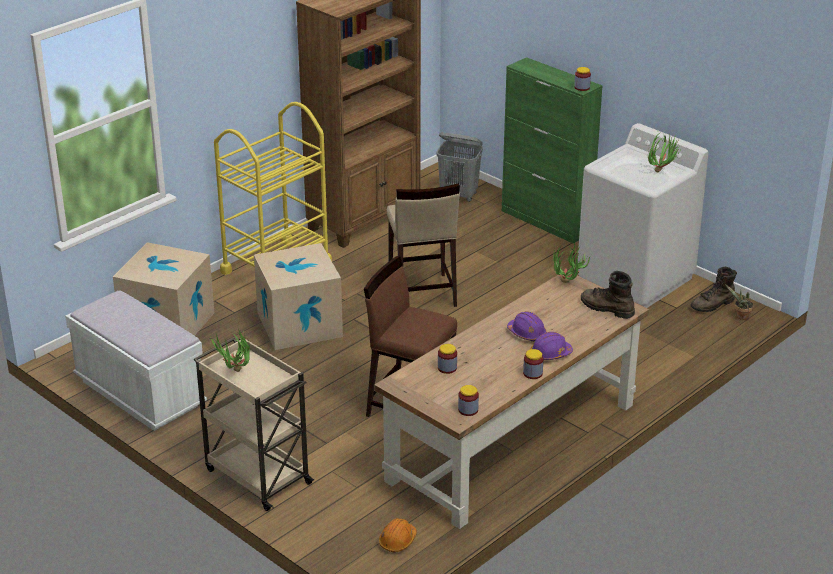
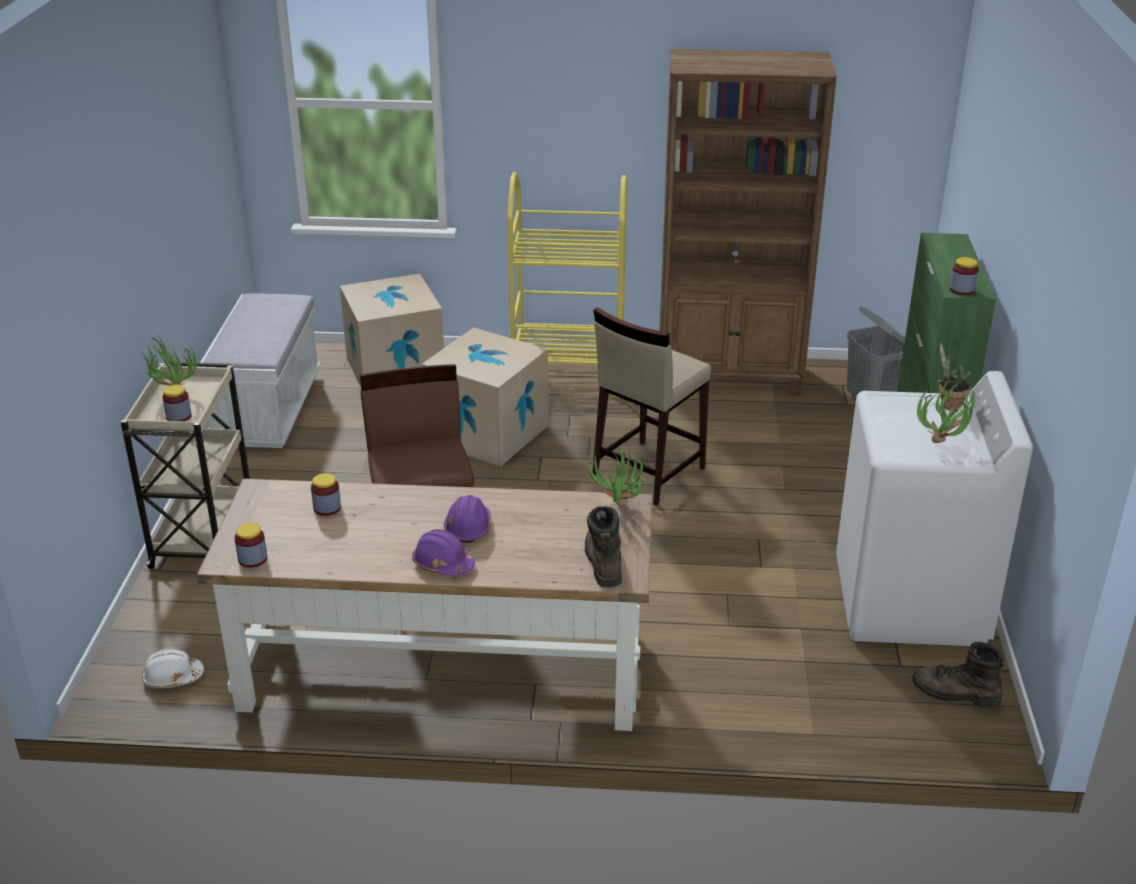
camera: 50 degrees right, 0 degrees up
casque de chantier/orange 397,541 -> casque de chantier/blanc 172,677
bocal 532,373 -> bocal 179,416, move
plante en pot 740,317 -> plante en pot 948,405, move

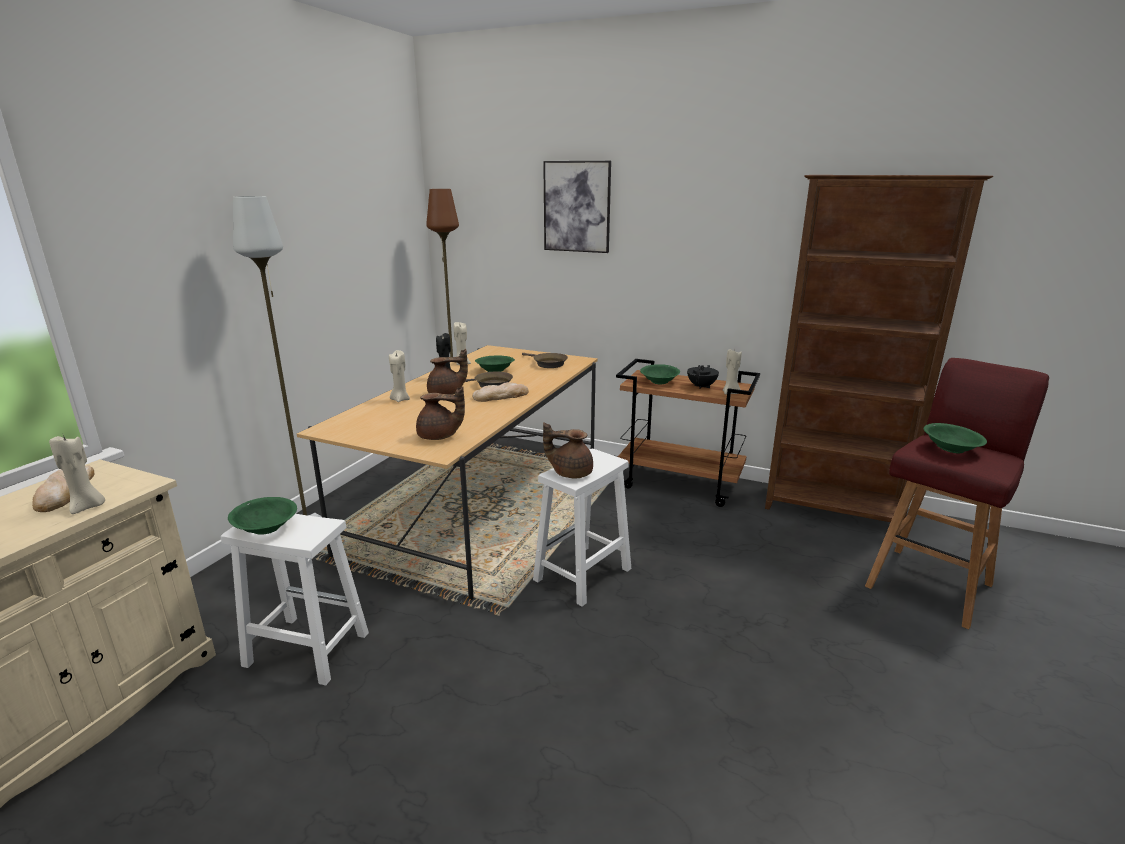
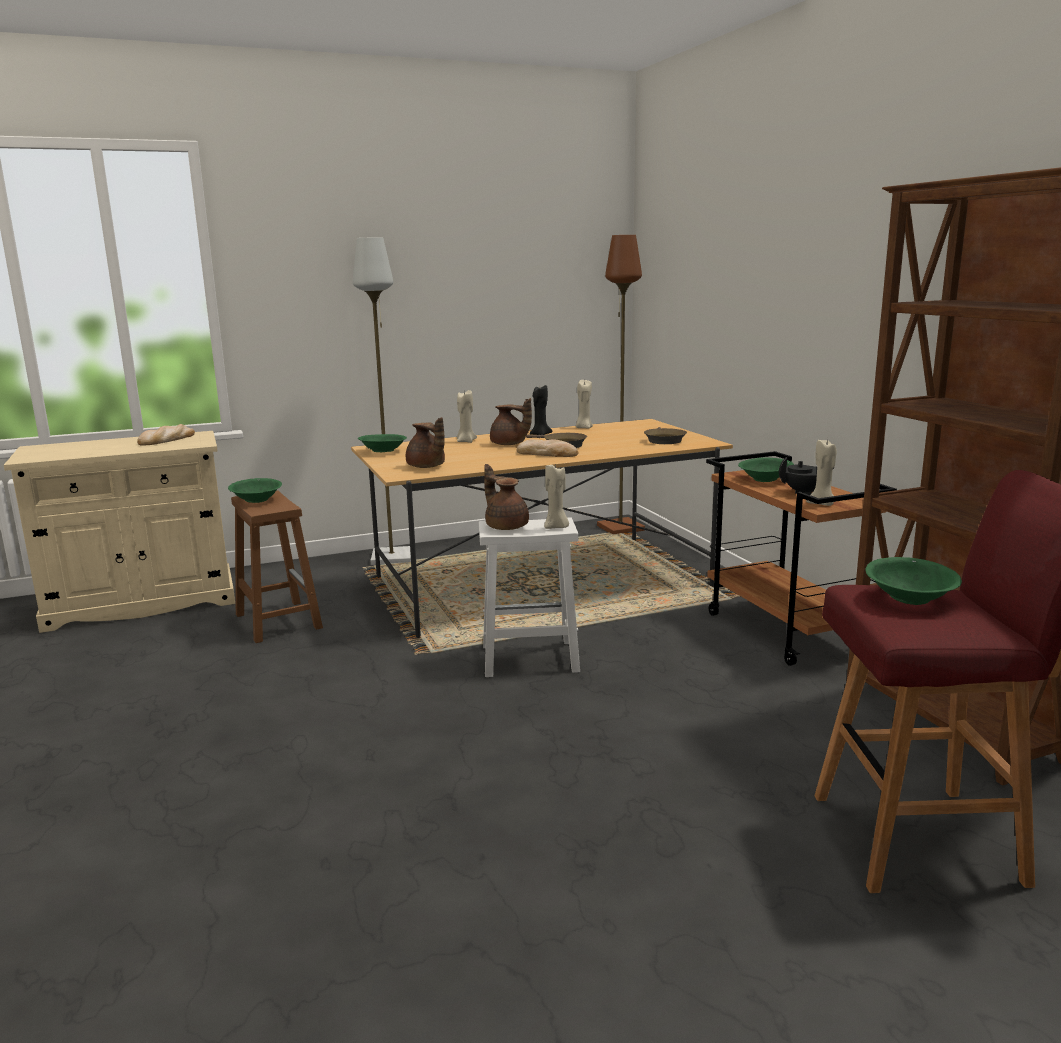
camera: 45 degrees right, 5 degrees down
tabouret/blanc 305,649 -> tabouret/marron 277,621
bol/vert 495,371 -> bol/vert 383,451, move
bougie/beige 87,507 -> bougie/beige 556,527, move
tableau 577,207 -> none

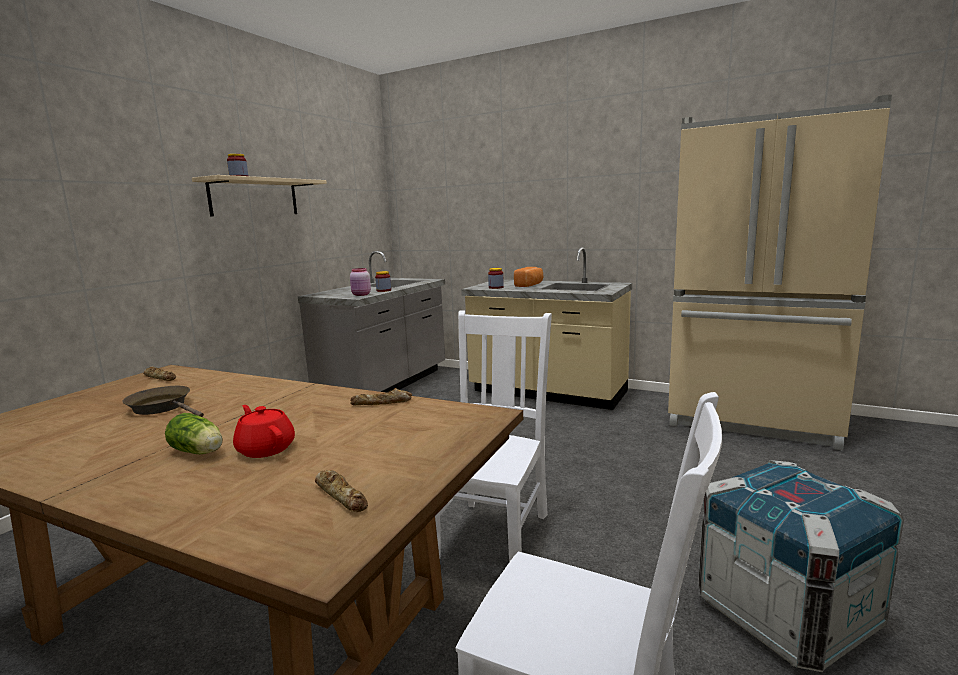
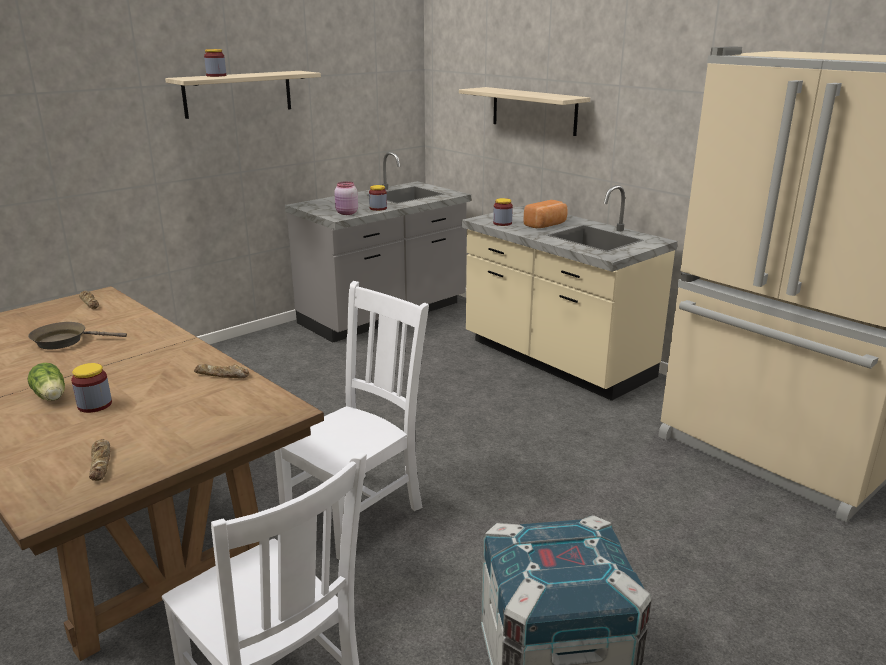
camera: 20 degrees right, 10 degrees up
poêle/marron 163,407 -> poêle/marron 65,341, 60 degrees counterclockwise
théière/rouge 266,449 -> bocal 95,405
none -> étagère 534,110

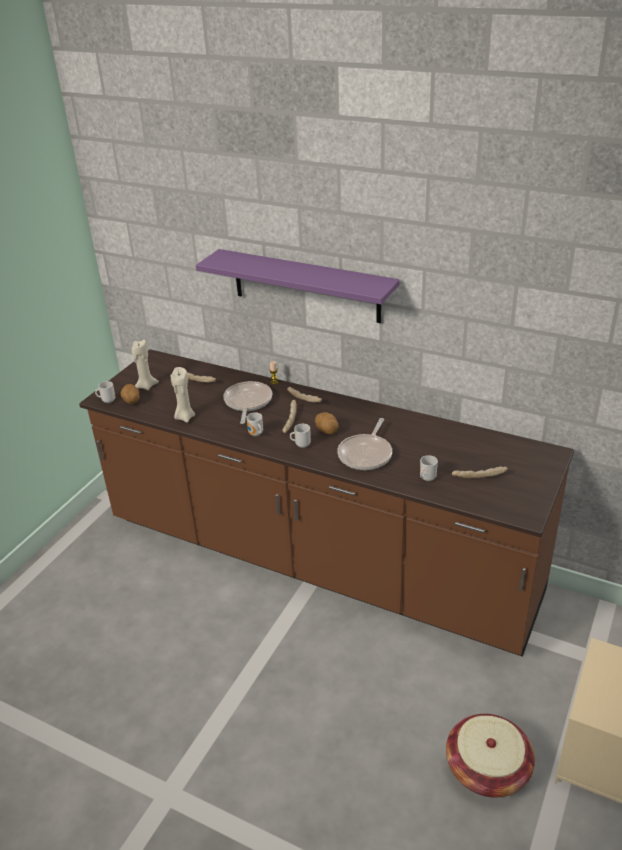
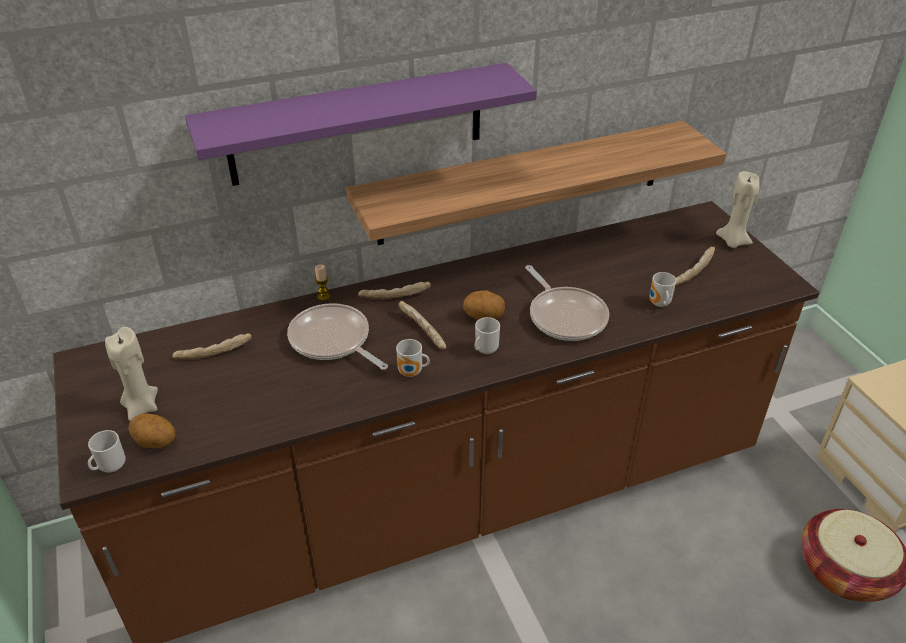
camera: 50 degrees left, 5 degrees up
none -> étagère 523,182
bougie/beige 184,417 -> bougie/beige 732,242, move

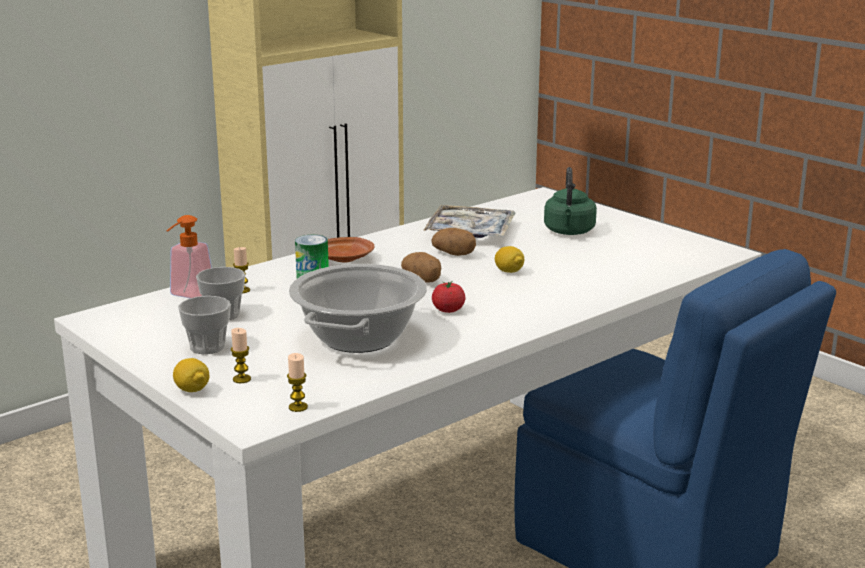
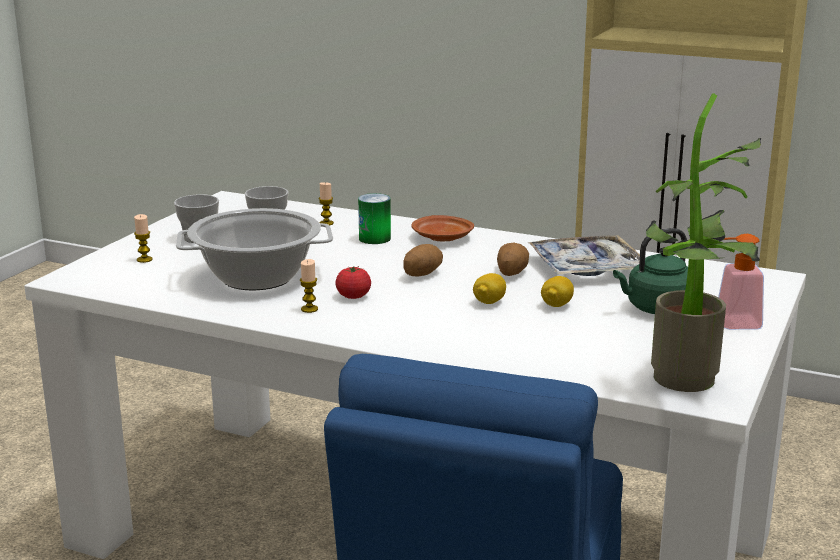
camera: 65 degrees right, 0 degrees up
bougie 298,407 -> bougie 309,309, move
citron 192,390 -> citron 556,305, move
none -> plante en pot 691,382
distributeur de savon 188,295 -> distributeur de savon 729,323, move

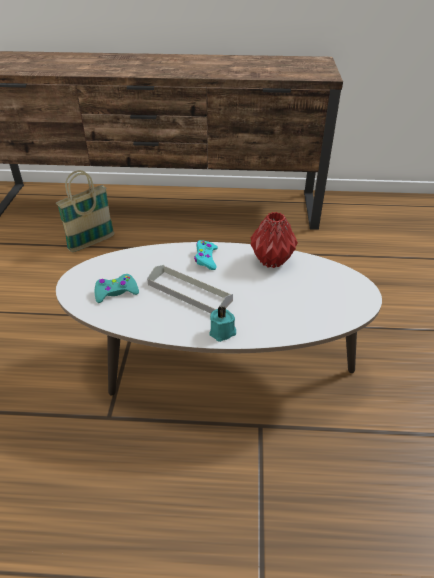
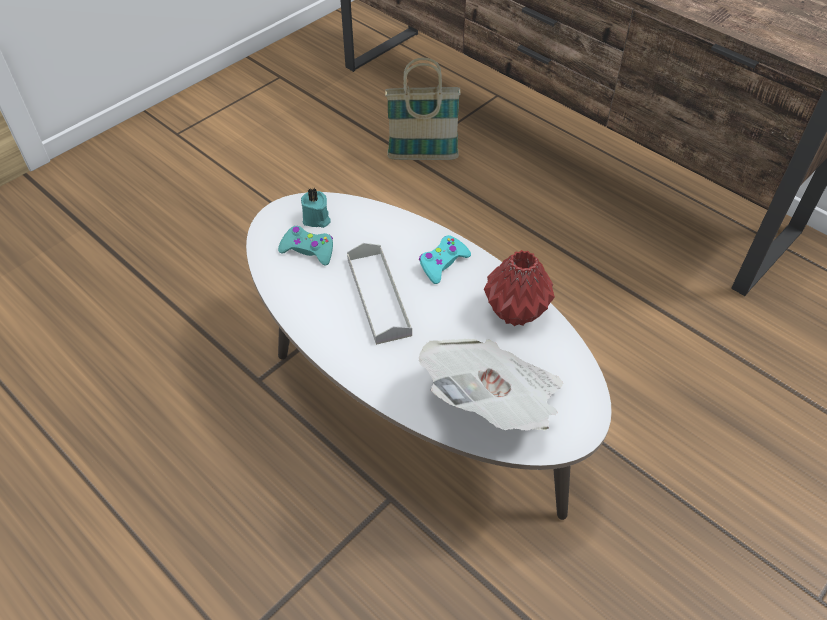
camera: 40 degrees right, 10 degrees up
bougie/turquoise 223,332 -> bougie/turquoise 316,219, move
none -> journal 494,402

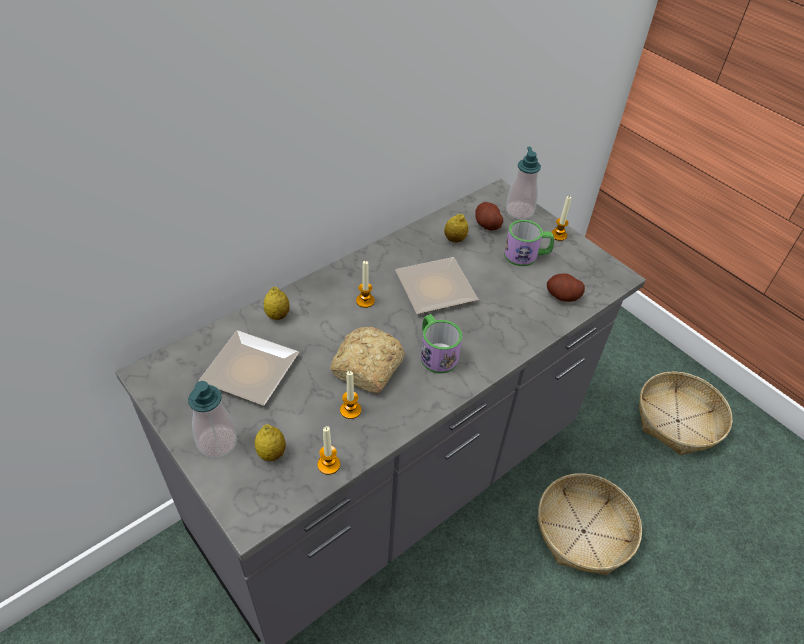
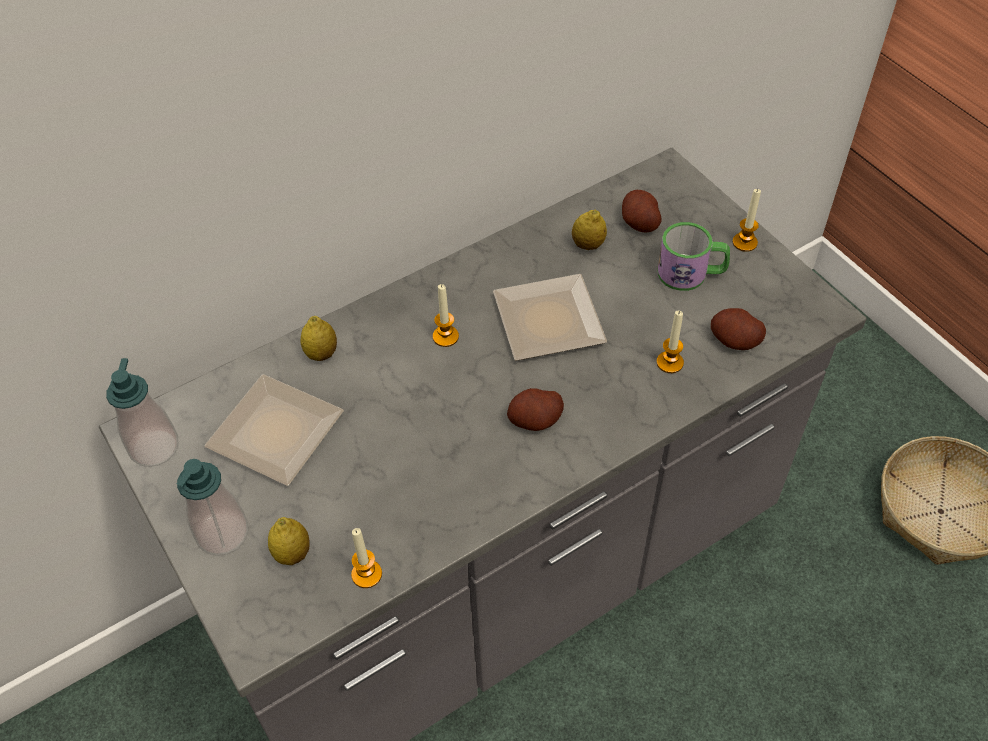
camera: 10 degrees right, 5 degrees up
distributeur de savon 519,211 -> distributeur de savon 154,447, move
mug 436,353 -> pomme de terre 535,420
bougie 350,410 -> bougie 670,362, move
pain 366,368 -> none
panier 584,531 -> none

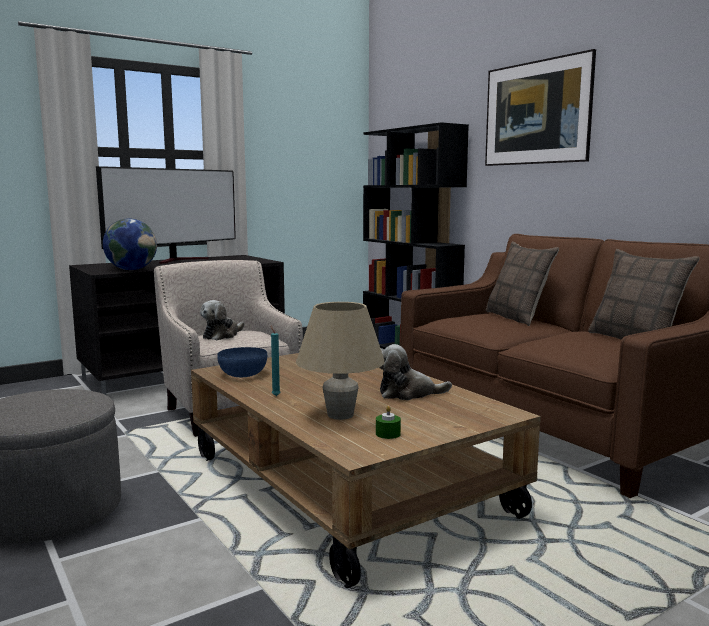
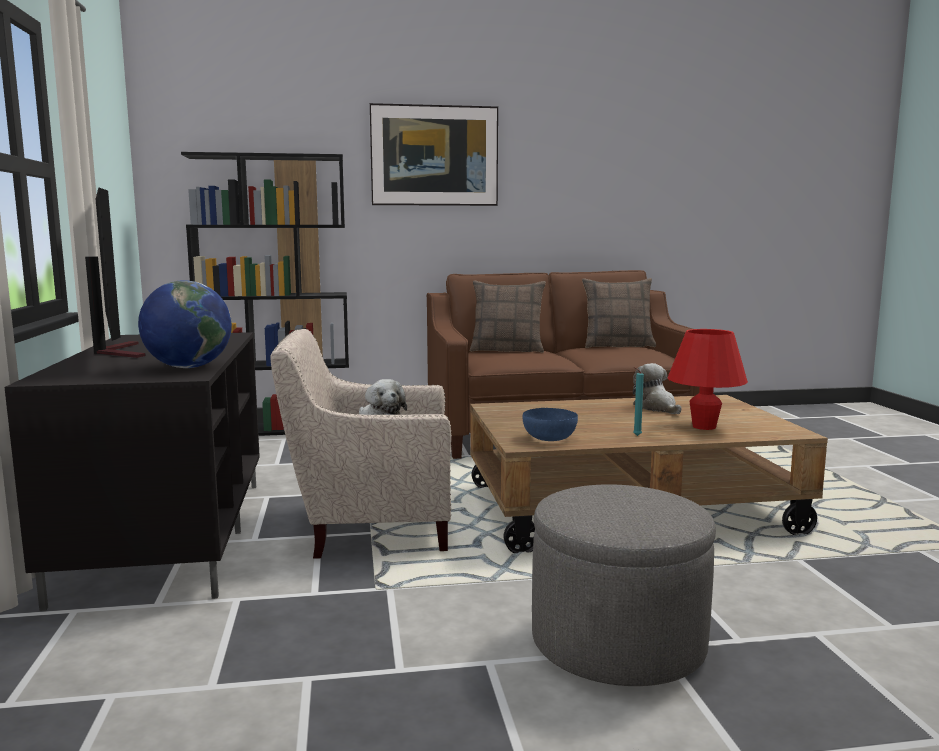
camera: 65 degrees left, 0 degrees up
peluche 408,393 -> peluche 656,408, 135 degrees clockwise
lampe de table/beige 340,415 -> lampe de table/rouge 704,427
bougie/vert 388,434 -> none

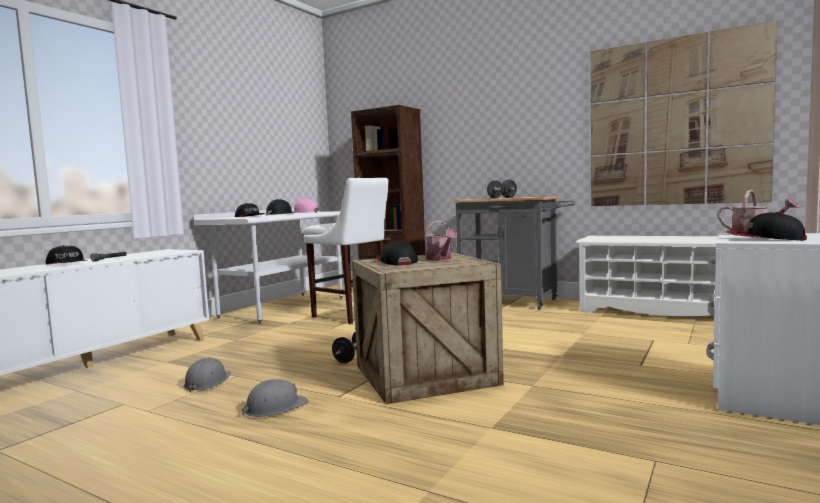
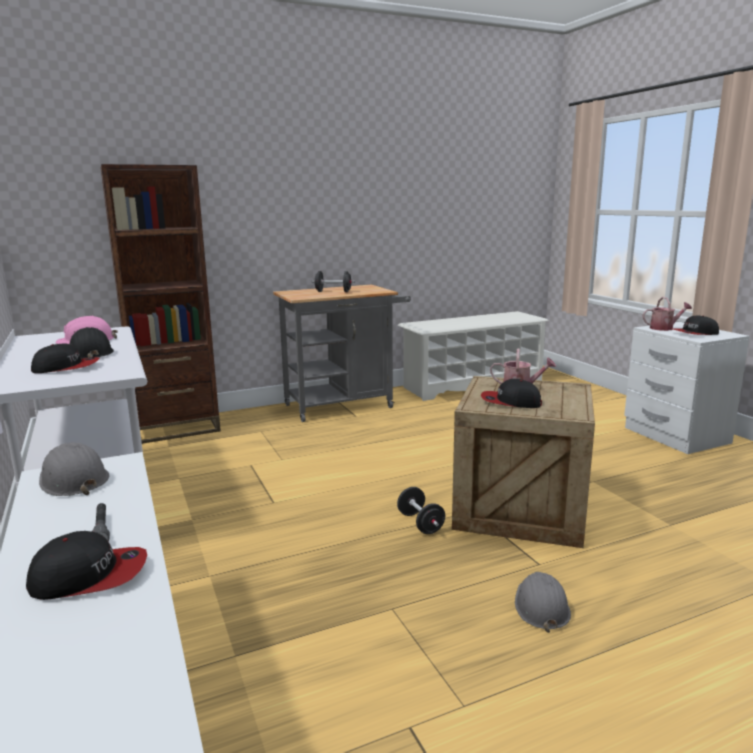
camera: 55 degrees left, 10 degrees up
casque de chantier/gris 207,382 -> casque de chantier/gris 73,480, move
tabouret/blanc 352,315 -> none
tableau 675,122 -> none

